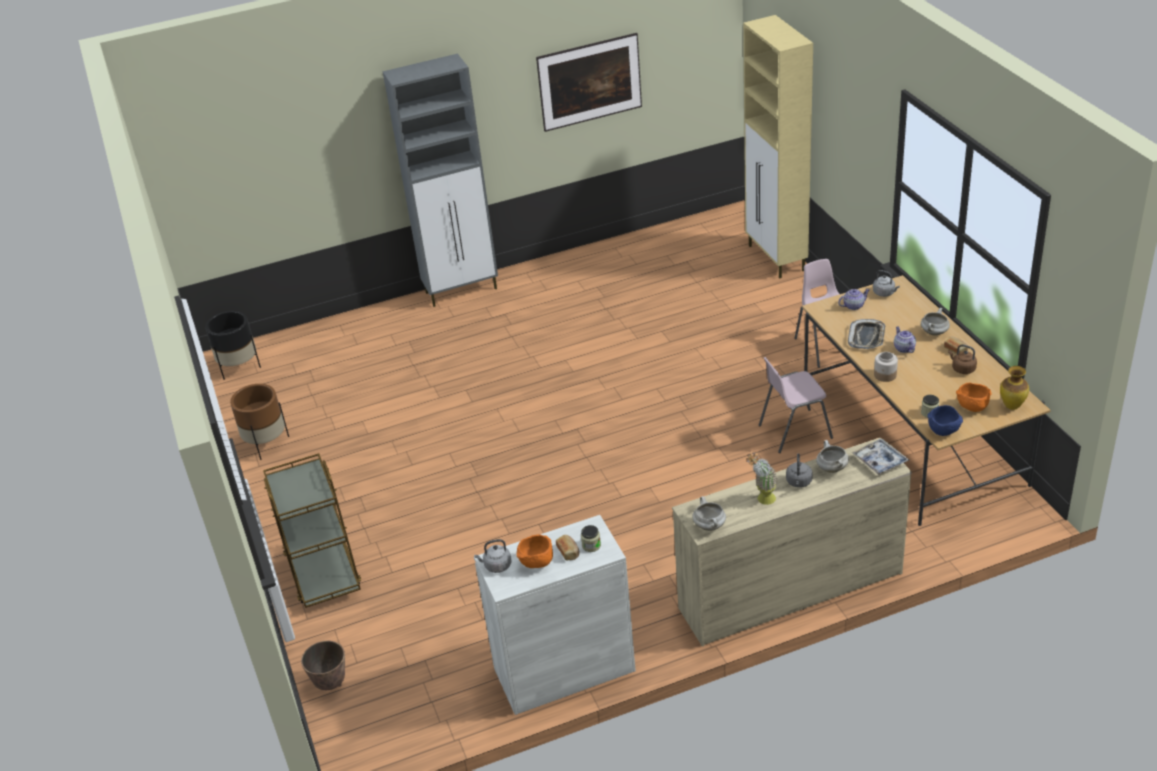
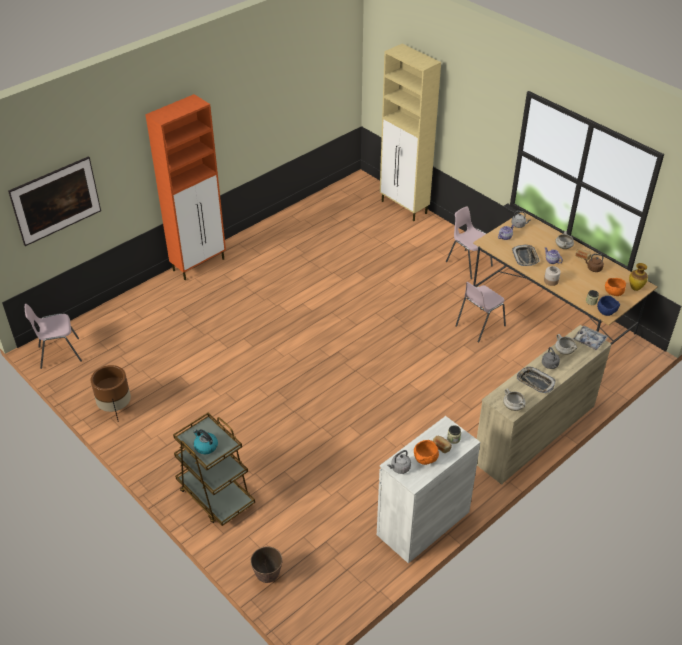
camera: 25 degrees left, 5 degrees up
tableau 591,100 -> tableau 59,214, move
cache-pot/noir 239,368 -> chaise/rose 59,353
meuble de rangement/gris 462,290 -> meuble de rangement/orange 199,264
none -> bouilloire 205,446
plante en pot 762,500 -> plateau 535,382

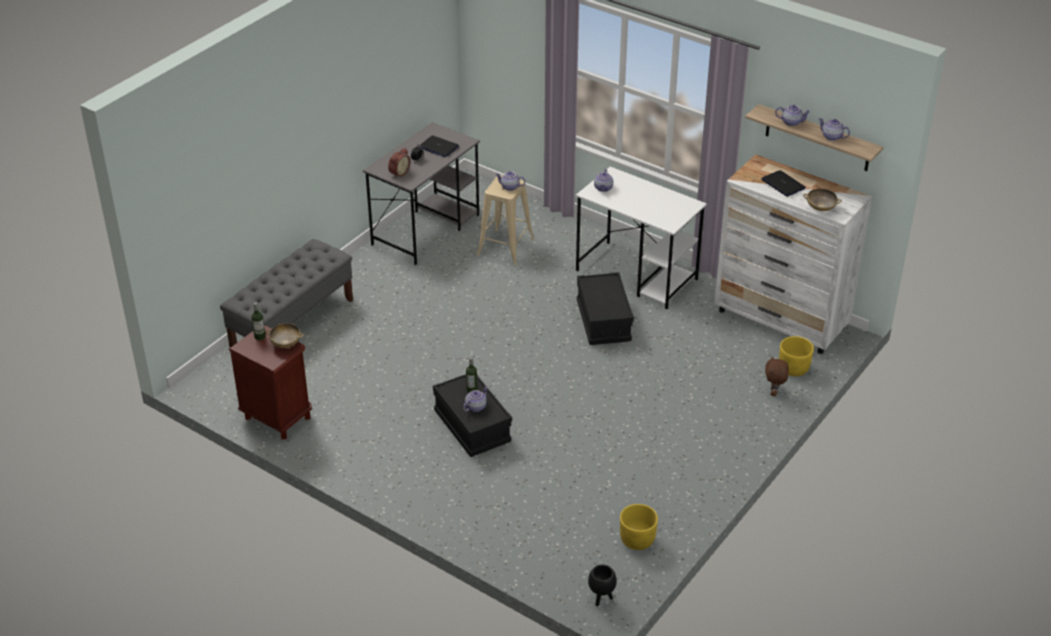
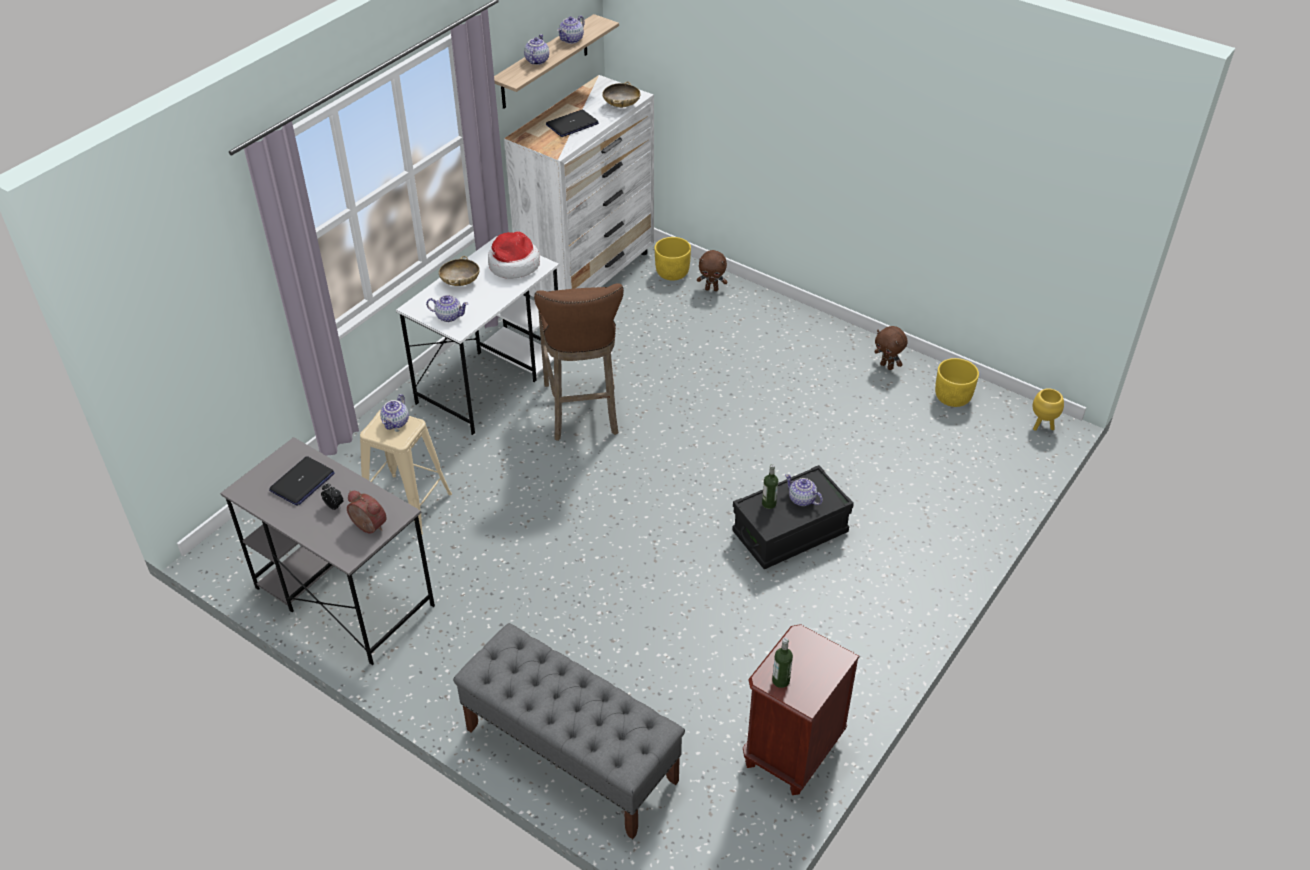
camera: 90 degrees left, 5 degrees up
bol/beige 286,343 -> bol/beige 460,282, move
none -> chapeau 513,265
boîte de rangement/noir 603,321 -> tabouret/marron 582,412
none -> peluche/marron 887,366
cache-pot/noir 601,598 -> cache-pot/jaune 1042,426

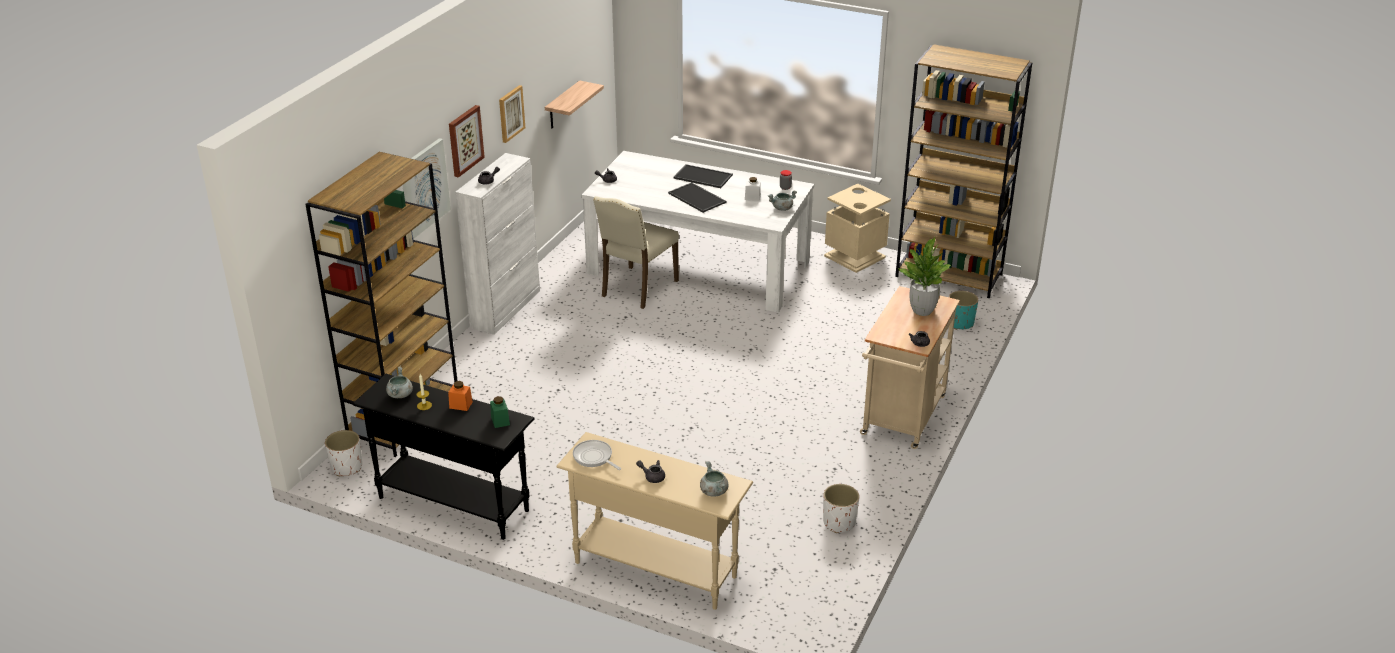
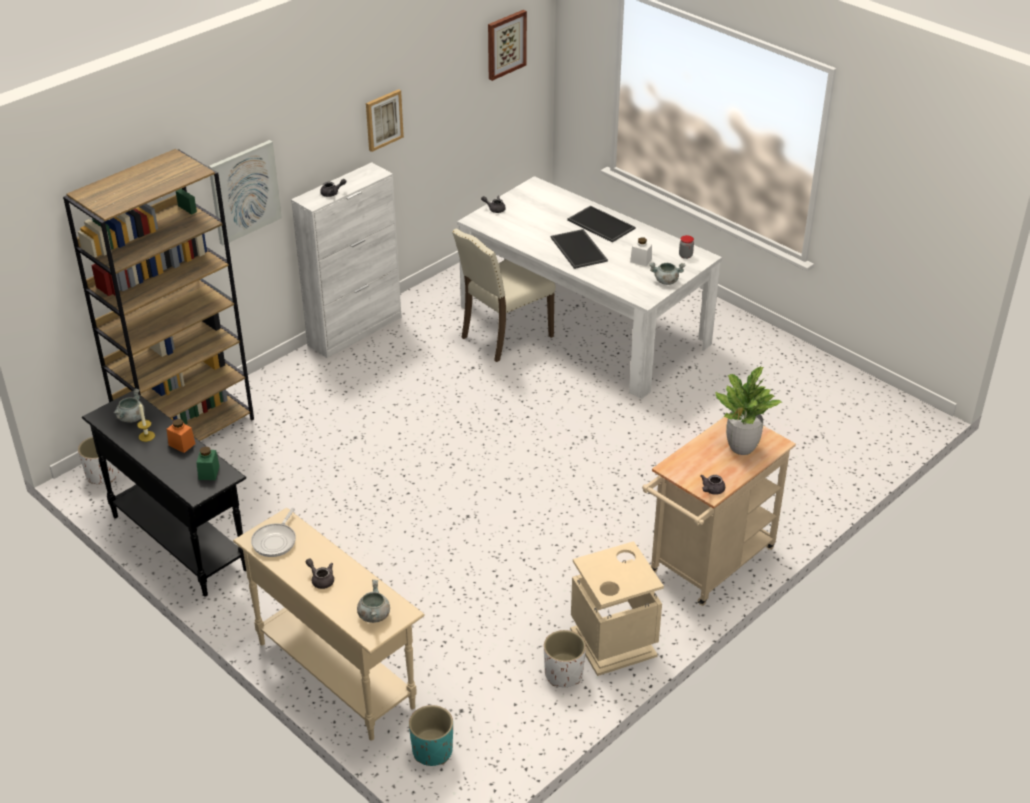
camera: 20 degrees right, 5 degrees up
poêle 594,457 -> poêle 275,541, 135 degrees counterclockwise
cache-pot/turquoise 960,323 -> cache-pot/turquoise 432,751, move
tableau 465,140 -> tableau 505,44, move
poubelle/beige 854,256 -> poubelle/beige 613,642, move
étagère 562,106 -> none
bibliothèque/marron 949,275 -> none

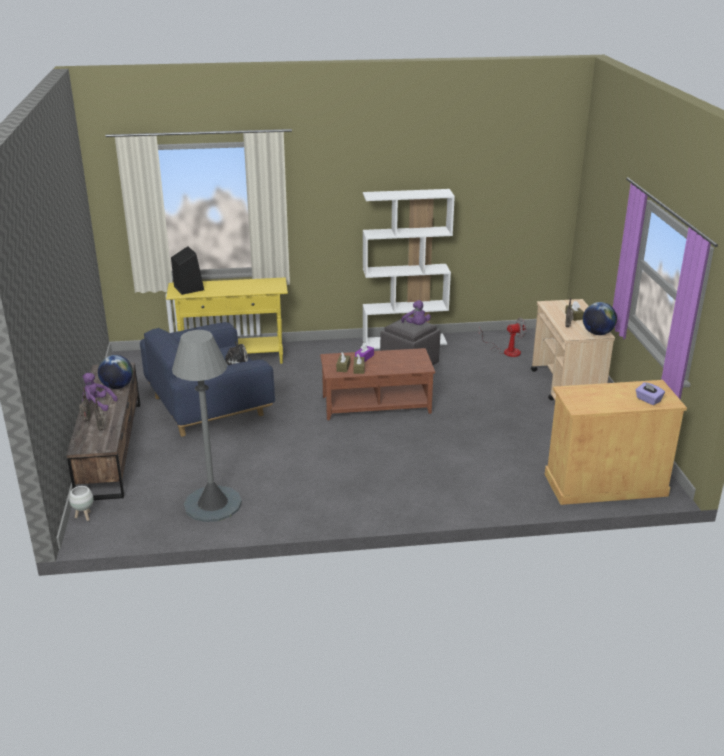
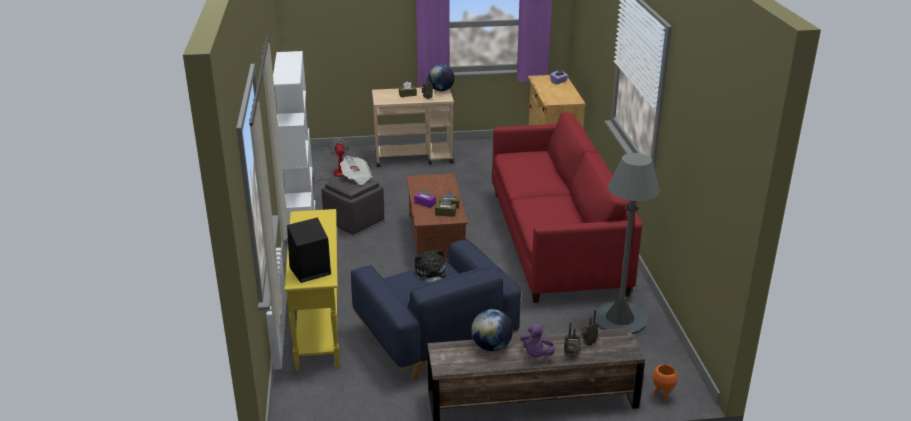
camera: 90 degrees left, 0 degrees up
peluche/violet 416,325 -> journal 356,178
none -> canapé/rouge 556,240
cache-pot/blanc 84,516 -> cache-pot/orange 662,396

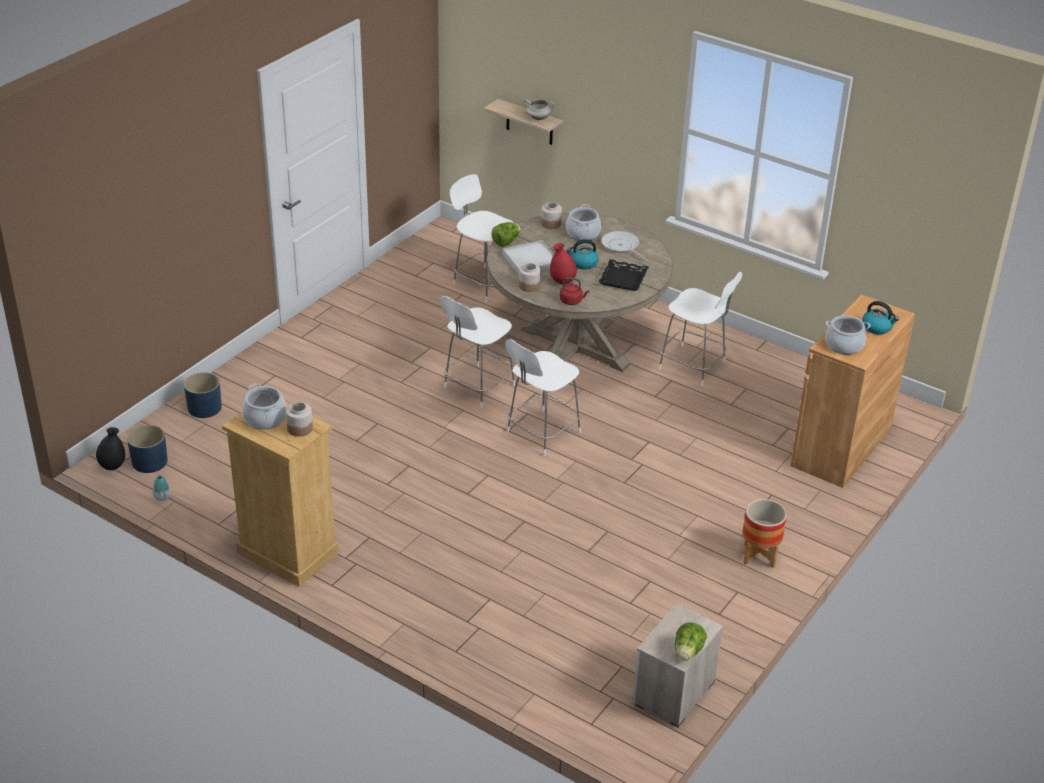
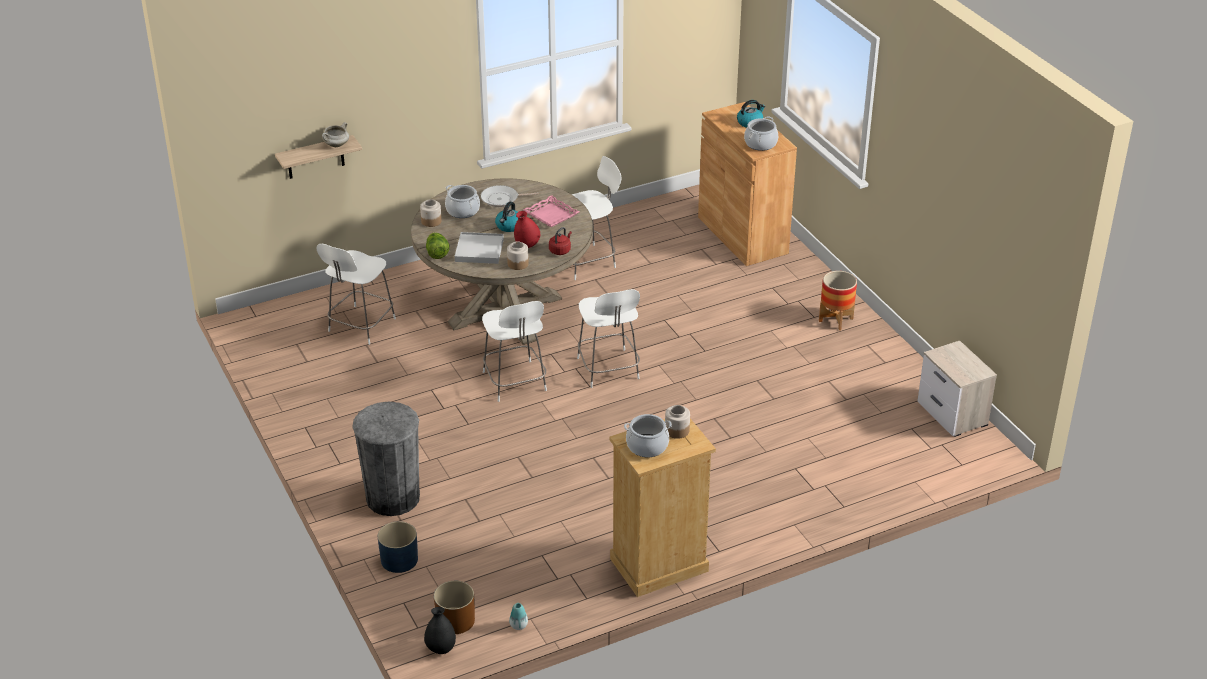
camera: 60 degrees left, 0 degrees up
chaise/blanc 484,283 -> chaise/blanc 360,326, 45 degrees counterclockwise
none -> poubelle/gris 392,497
cache-pot/bleu 150,461 -> cache-pot/marron 455,620
plateau/noir 623,279 -> plateau/rose 551,215
laitue 688,652 -> none

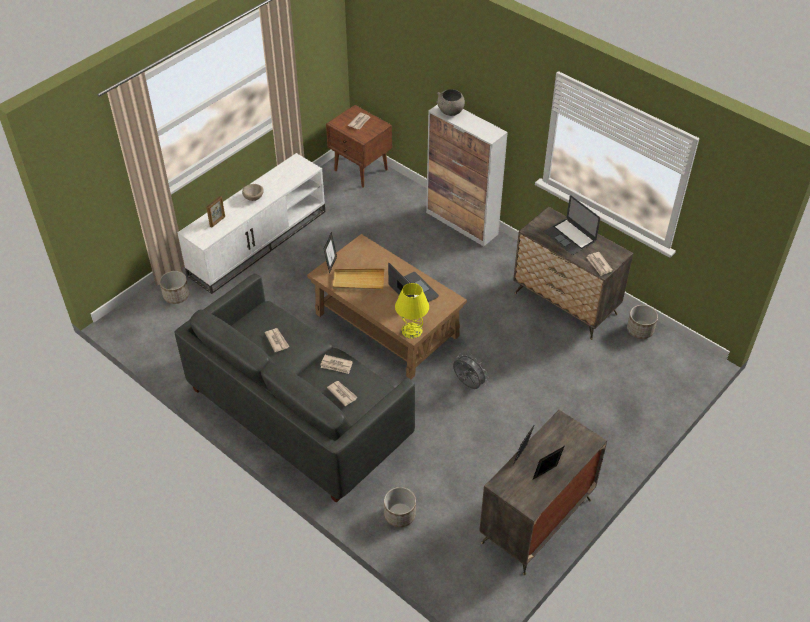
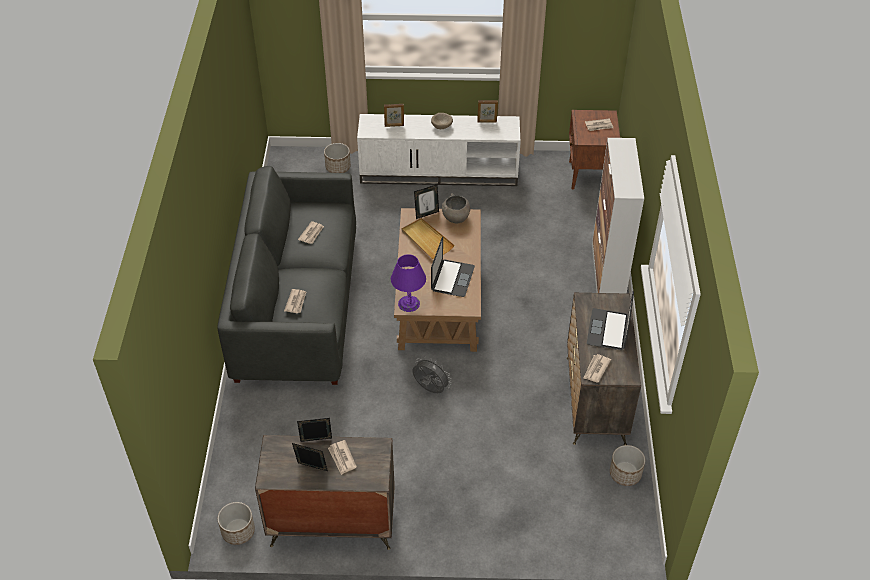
camera: 50 degrees right, 0 degrees up
cache-pot 399,515 -> cache-pot 238,531, move
journal 336,365 -> journal 342,458, move
lampe de table/jaune 412,330 -> lampe de table/violet 409,304
ventilateur/gris 467,384 -> ventilateur/gris 430,389, 60 degrees counterclockwise
bol/gris 450,112 -> bol/gris 455,218, move
none -> cadre photo 487,122

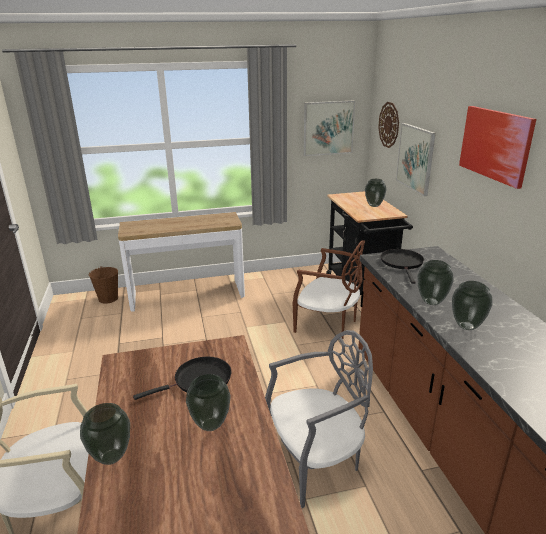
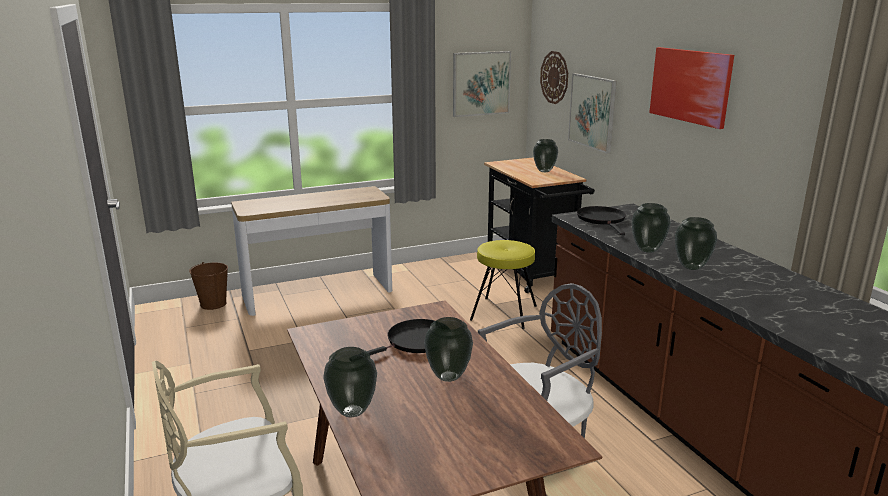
camera: 10 degrees left, 5 degrees down
chaise/marron 328,324 -> tabouret/jaune 504,313

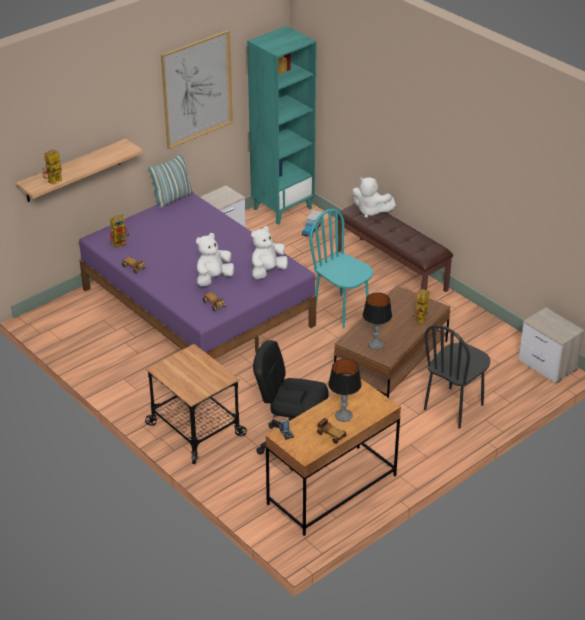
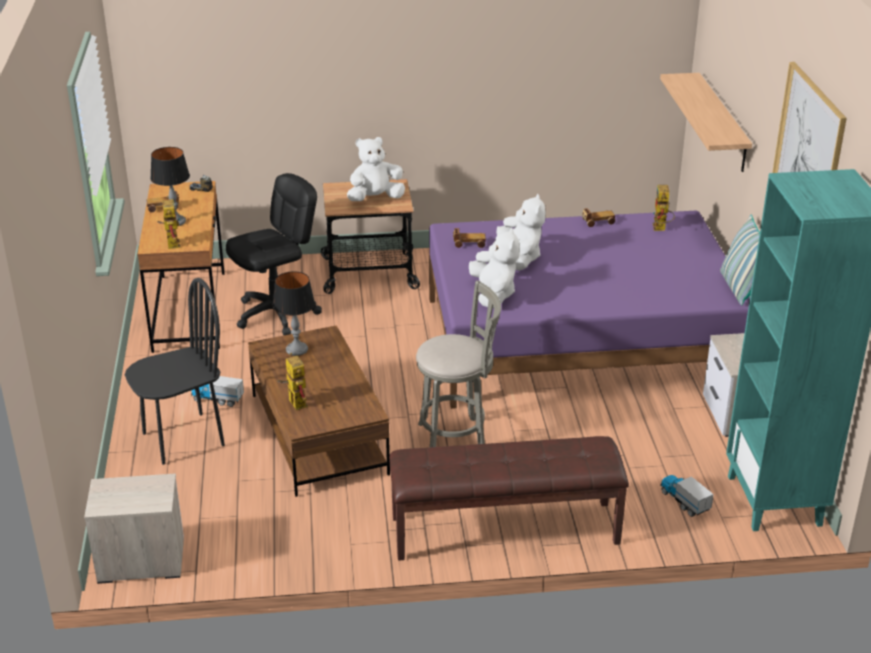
camera: 125 degrees right, 5 degrees down
chaise/noir 454,407 -> chaise/noir 183,438, 75 degrees clockwise
robot jouet 53,183 -> robot jouet 171,242, move
none -> camion jouet 217,399
peluche/blanc 371,211 -> peluche/blanc 375,198, move
chaise/turquoise 341,311 -> tabouret/gris 457,440

